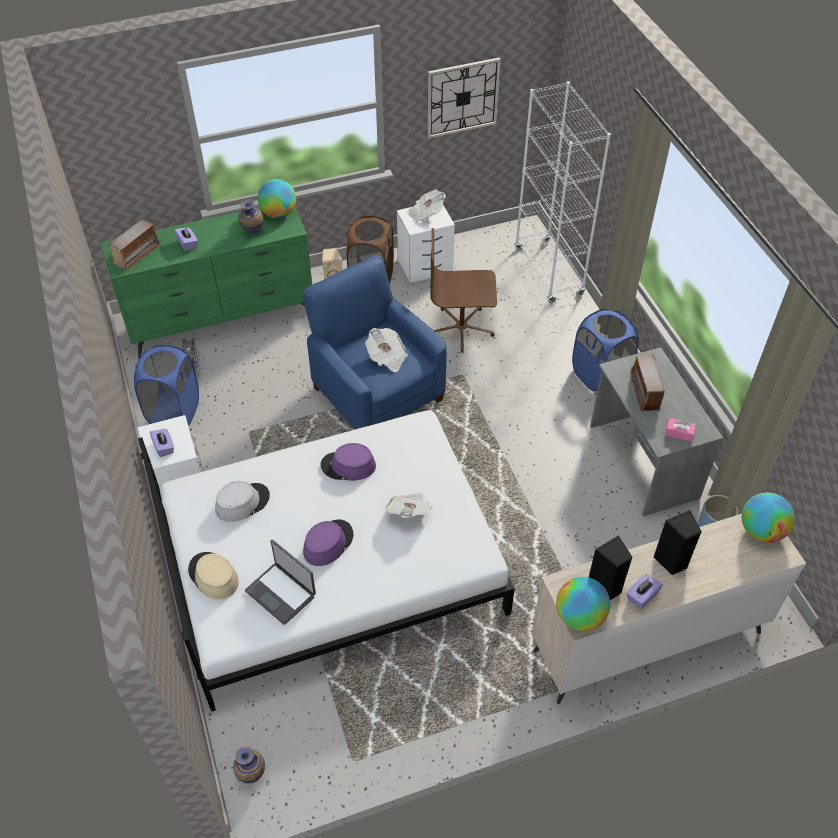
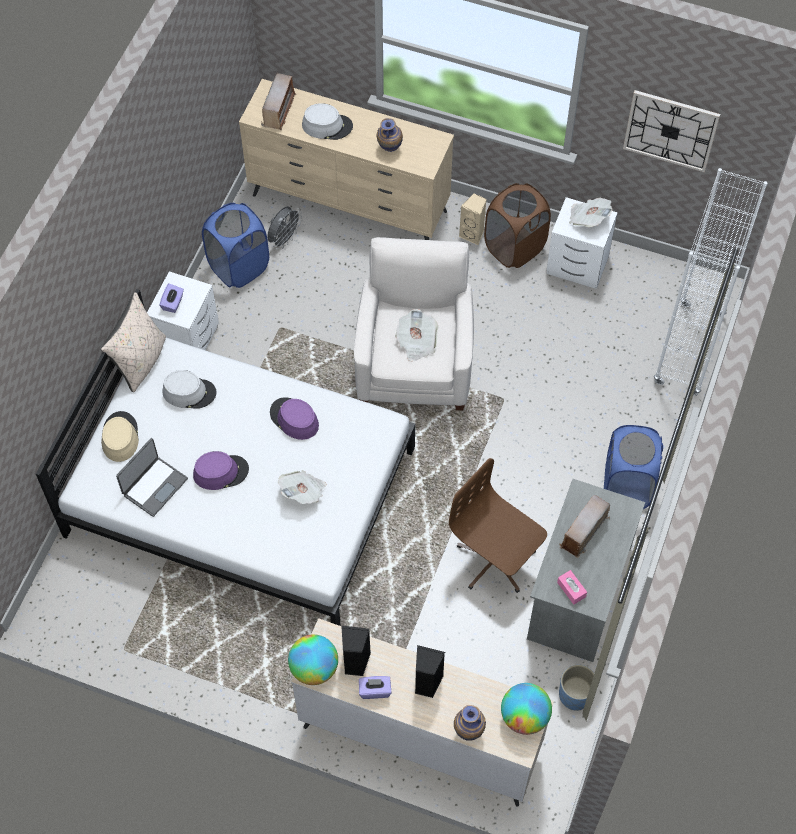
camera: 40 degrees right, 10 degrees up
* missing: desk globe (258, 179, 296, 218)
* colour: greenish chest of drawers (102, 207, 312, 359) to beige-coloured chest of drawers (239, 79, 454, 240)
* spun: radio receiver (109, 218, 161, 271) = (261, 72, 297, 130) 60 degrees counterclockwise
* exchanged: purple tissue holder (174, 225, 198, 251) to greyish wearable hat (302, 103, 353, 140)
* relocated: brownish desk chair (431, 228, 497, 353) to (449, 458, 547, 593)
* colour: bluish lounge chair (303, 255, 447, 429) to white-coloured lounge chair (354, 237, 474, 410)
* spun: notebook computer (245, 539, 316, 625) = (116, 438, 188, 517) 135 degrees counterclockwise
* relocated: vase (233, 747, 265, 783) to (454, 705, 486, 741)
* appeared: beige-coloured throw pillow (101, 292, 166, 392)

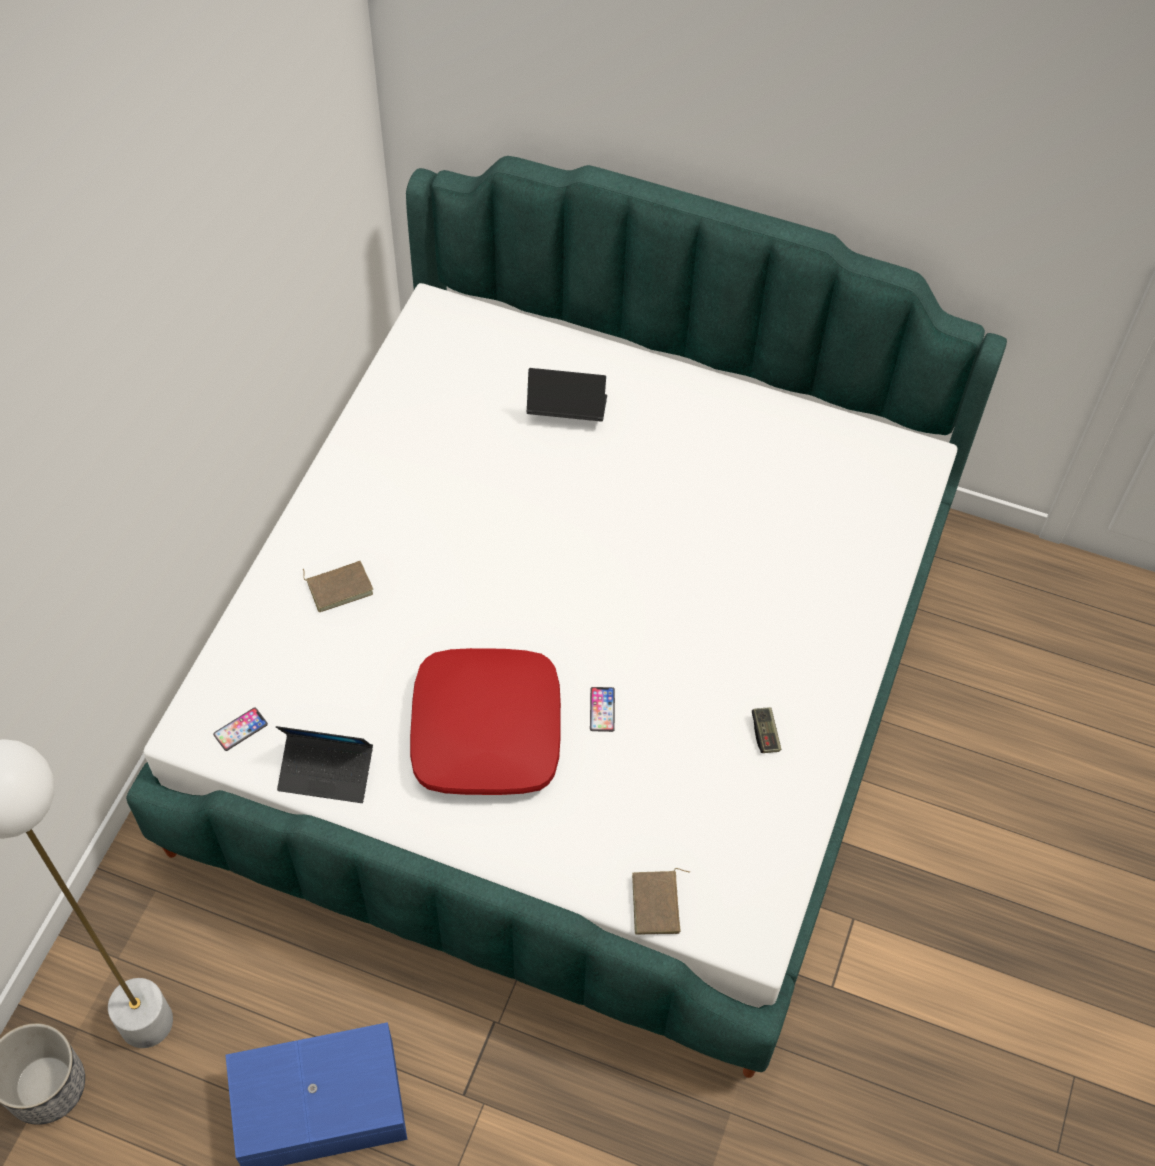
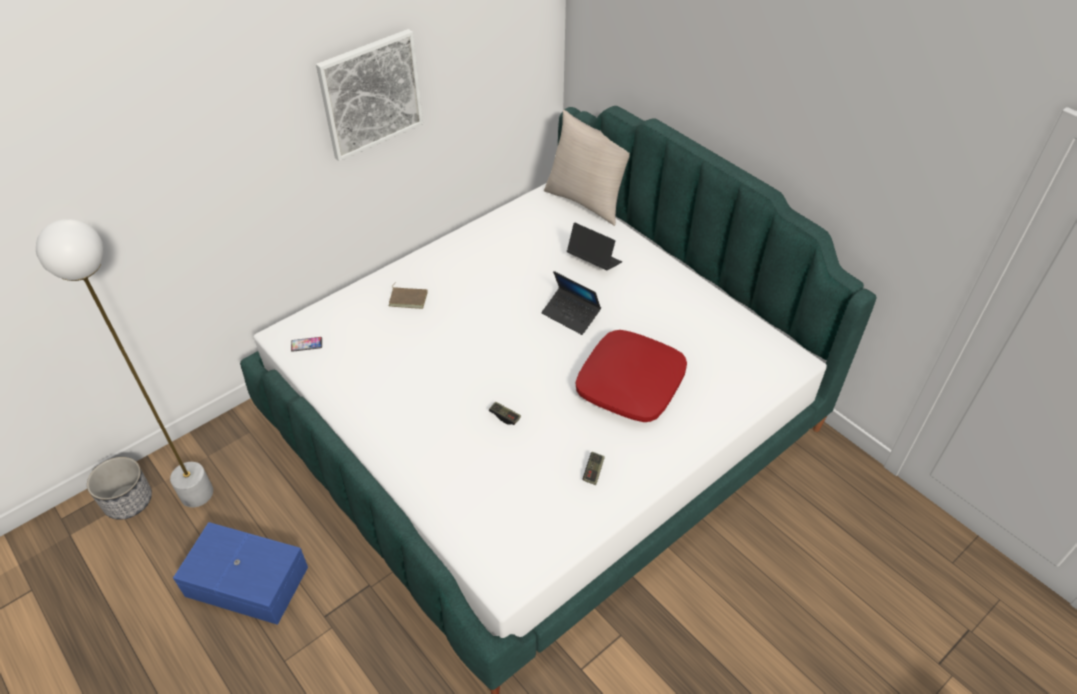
camera: 30 degrees right, 10 degrees down
* relocated: red throw pillow (410, 648, 561, 795) to (576, 330, 687, 422)
* exchanged: handset (590, 687, 615, 732) to joypad (489, 402, 521, 425)
* relocated: notebook computer (276, 726, 373, 803) to (541, 271, 601, 335)
* missing: brownish volume (632, 868, 690, 934)
* appeared: picture (316, 29, 423, 161)
* appeared: beige-coloured throw pillow (544, 110, 630, 226)

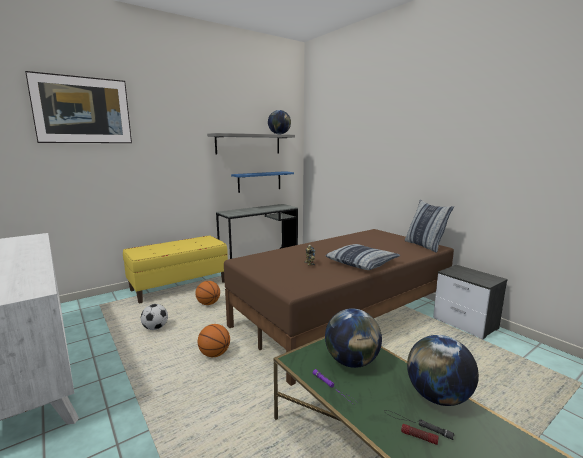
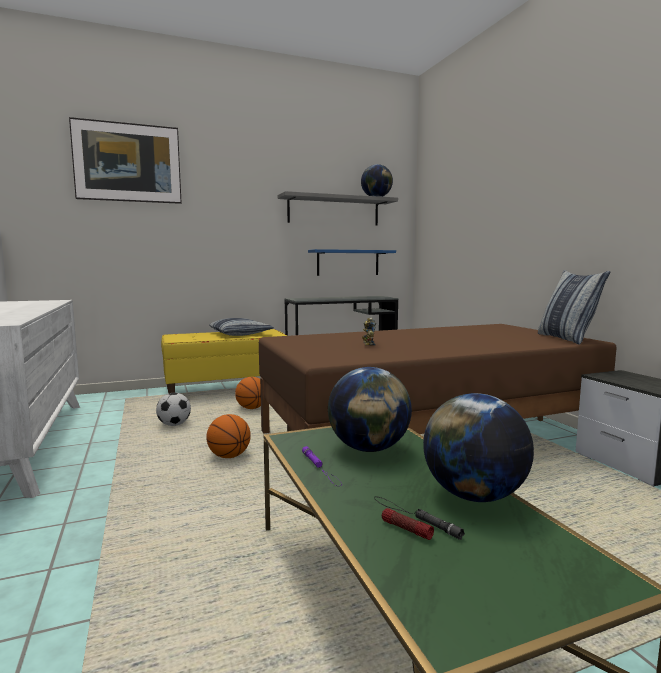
camera: 15 degrees right, 5 degrees down
* relocated: throw pillow (326, 244, 400, 270) to (209, 318, 274, 336)

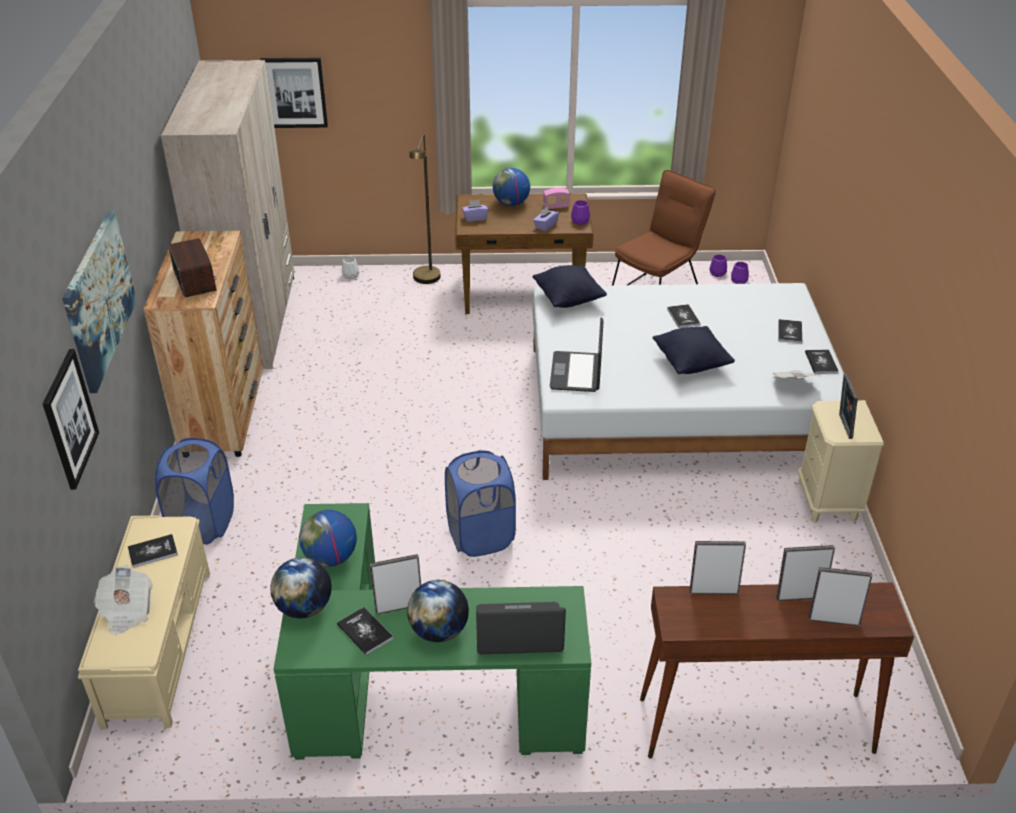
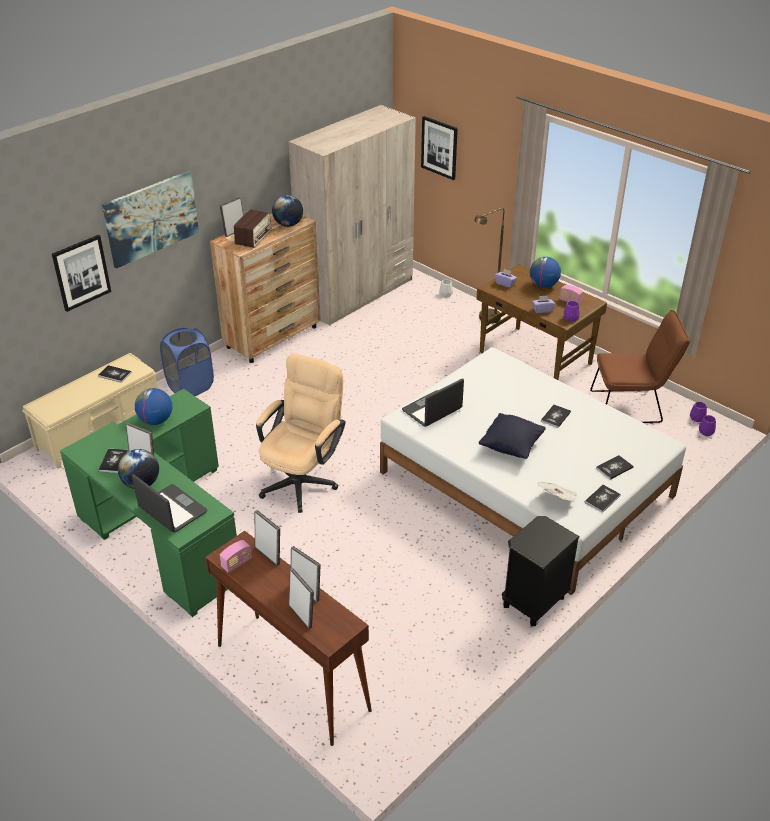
camera: 45 degrees right, 0 degrees up
* missing: blackish throw pillow (532, 265, 607, 308)
* relocated: standing frame (839, 374, 858, 439) to (220, 197, 244, 237)
* colour: beige-coloured nightstand (797, 400, 884, 523) to blackish nightstand (502, 516, 580, 626)
* exchanged: bluish laundry basket (445, 450, 516, 557) to beige-coloured desk chair (256, 353, 346, 513)
* relocated: desk globe (270, 557, 332, 618) to (272, 195, 303, 227)
* missing: daily paper (94, 566, 153, 635)
* appeared: radio receiver (220, 540, 252, 573)

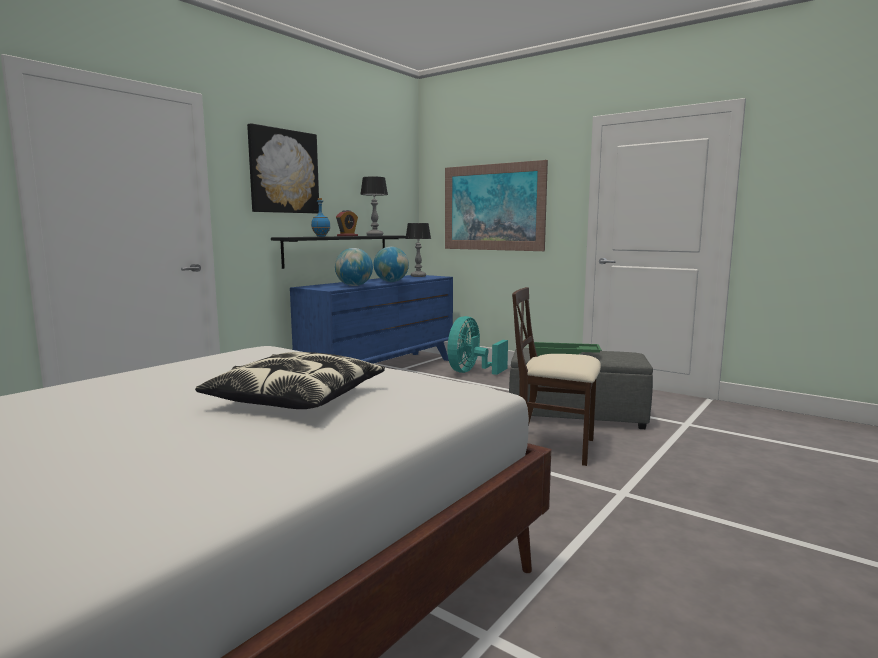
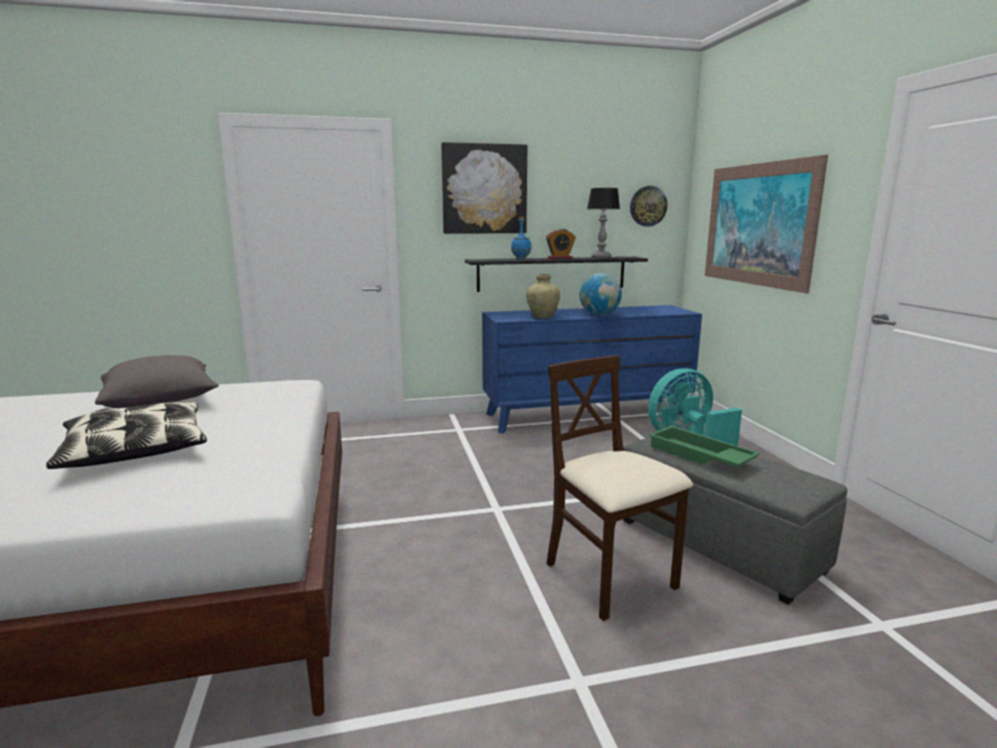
camera: 40 degrees right, 5 degrees up
* missing: table lamp (405, 223, 431, 277)
* exchanged: desk globe (335, 248, 373, 286) to beige-coloured vase (526, 274, 560, 319)
* appeared: hanging clock (630, 186, 667, 227)
* appeared: greyish throw pillow (95, 355, 219, 408)

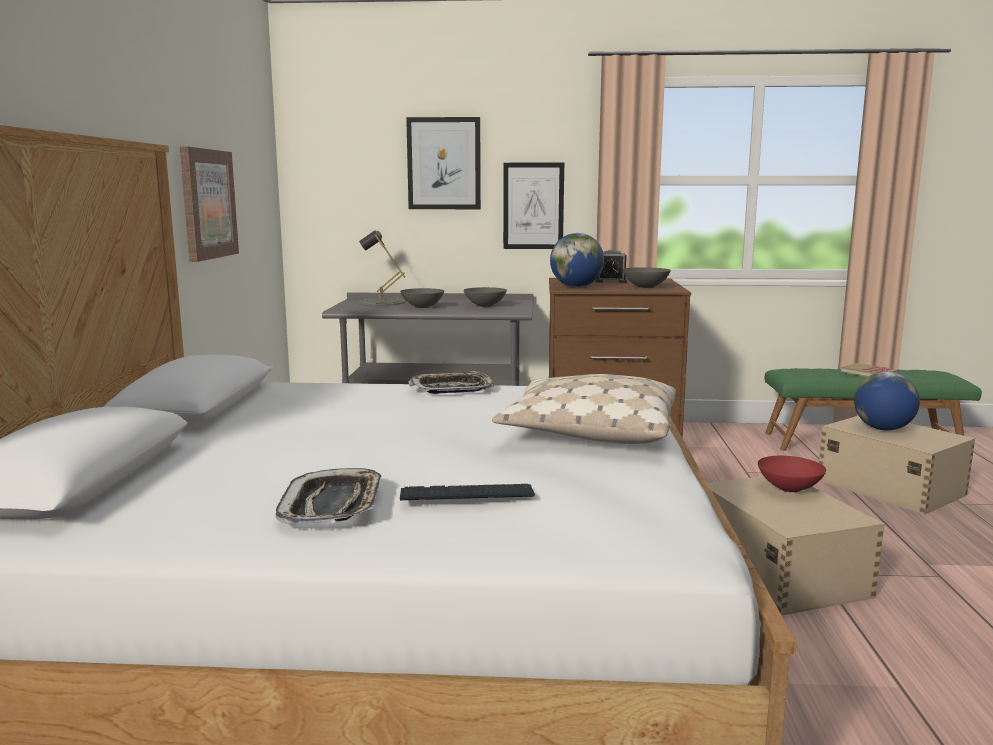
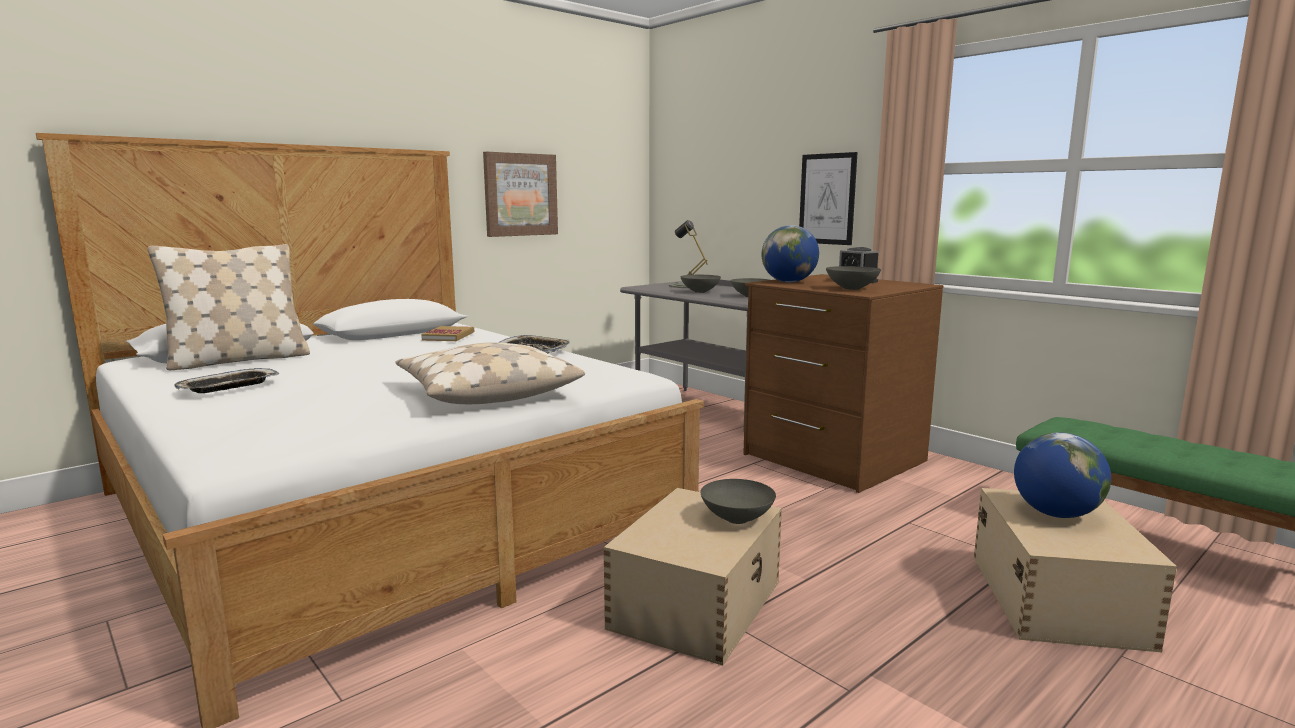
camera: 45 degrees right, 0 degrees up
* missing: picture (406, 117, 481, 209)
* relocated: volume (841, 363, 899, 377) to (421, 326, 474, 341)
* colour: red deep dish (758, 456, 826, 493) to greyish deep dish (700, 479, 776, 524)
* missing: computer keyboard (400, 484, 535, 500)
* appeared: beige-coloured throw pillow (148, 244, 310, 370)

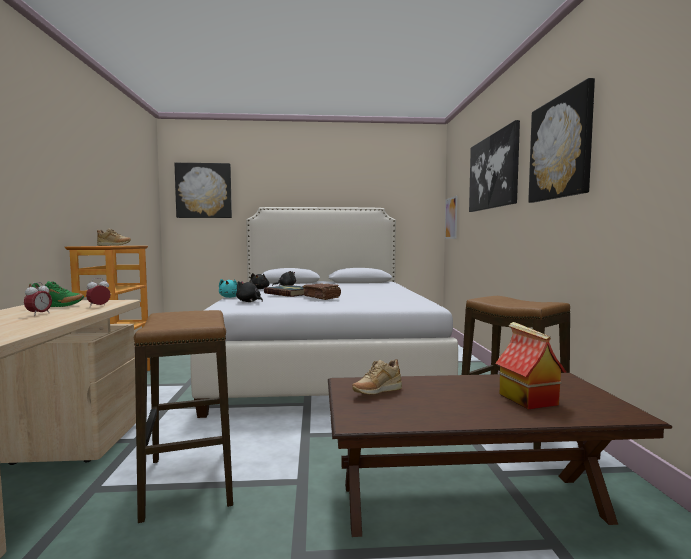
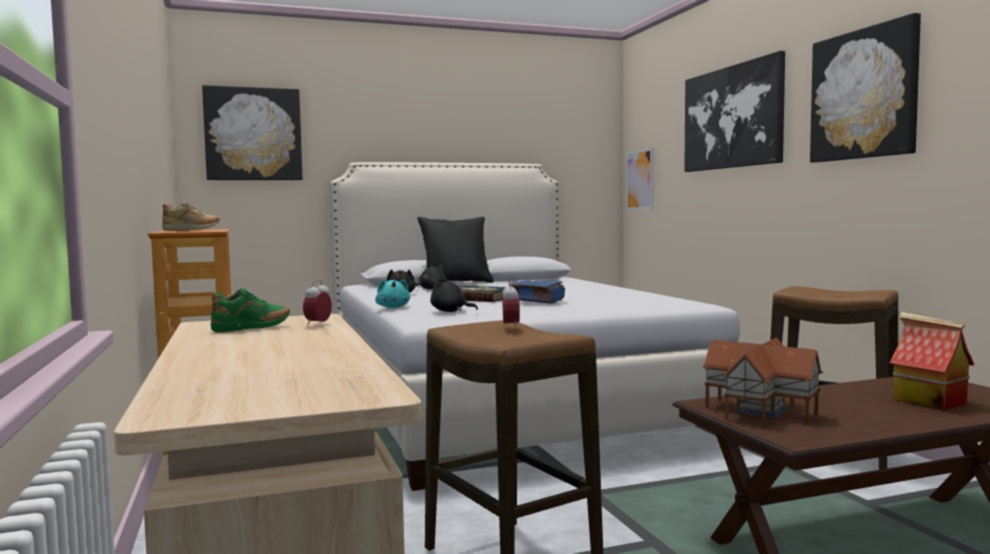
camera: 15 degrees left, 0 degrees up
* relocated: alarm clock (24, 282, 52, 316) to (502, 281, 520, 329)
* colour: brownish volume (303, 284, 341, 300) to bluish volume (511, 280, 565, 304)
* exchanged: beige-coloured item of footwear (352, 359, 402, 395) to toy house (703, 337, 823, 426)
* appeared: blackish throw pillow (417, 217, 494, 283)

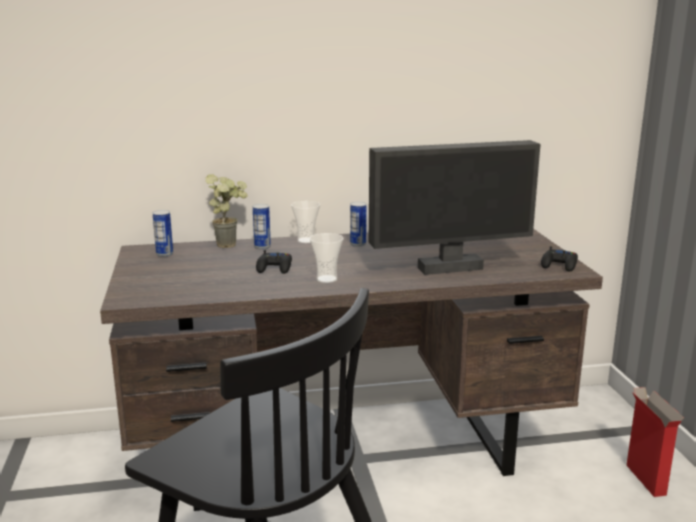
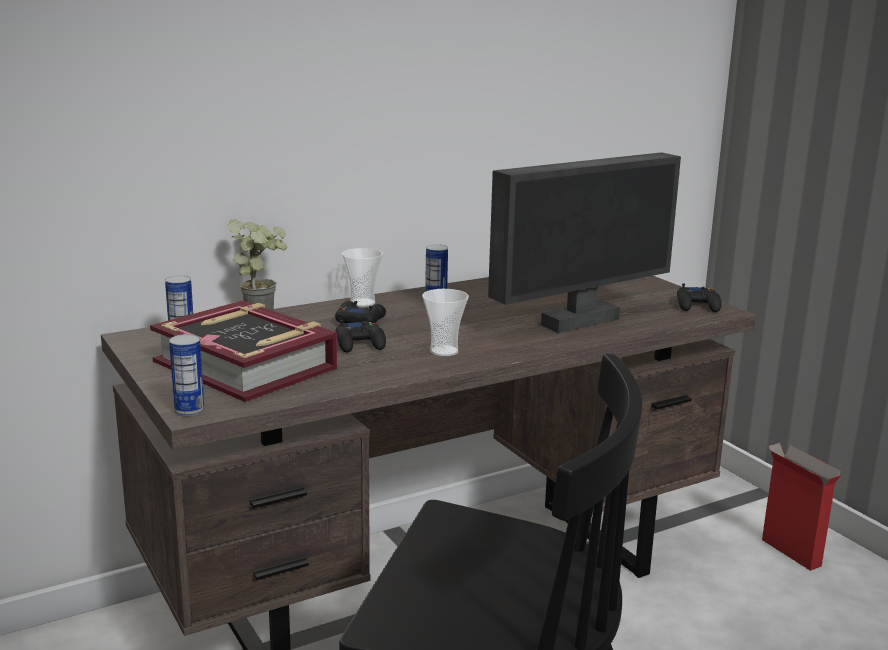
camera: 20 degrees left, 0 degrees up
* relocated: metal can (253, 204, 271, 250) to (169, 334, 204, 417)
* appeared: volume (150, 300, 337, 402)
* appeared: blackish joypad (335, 301, 386, 324)

